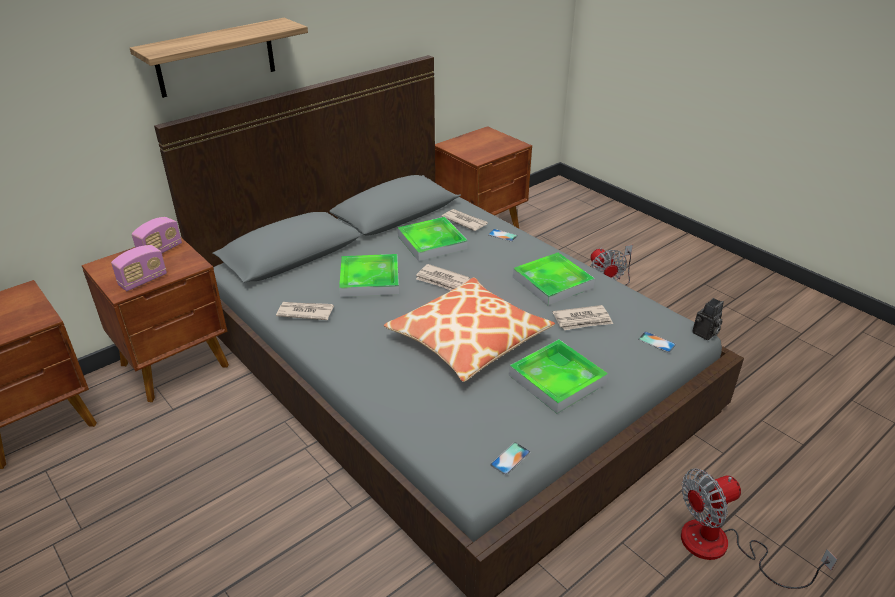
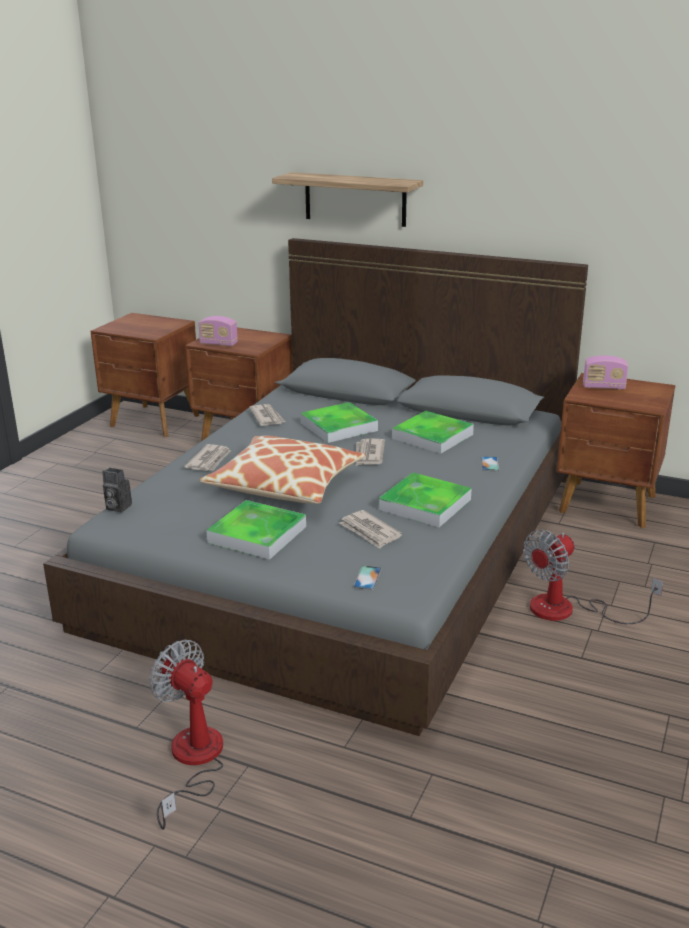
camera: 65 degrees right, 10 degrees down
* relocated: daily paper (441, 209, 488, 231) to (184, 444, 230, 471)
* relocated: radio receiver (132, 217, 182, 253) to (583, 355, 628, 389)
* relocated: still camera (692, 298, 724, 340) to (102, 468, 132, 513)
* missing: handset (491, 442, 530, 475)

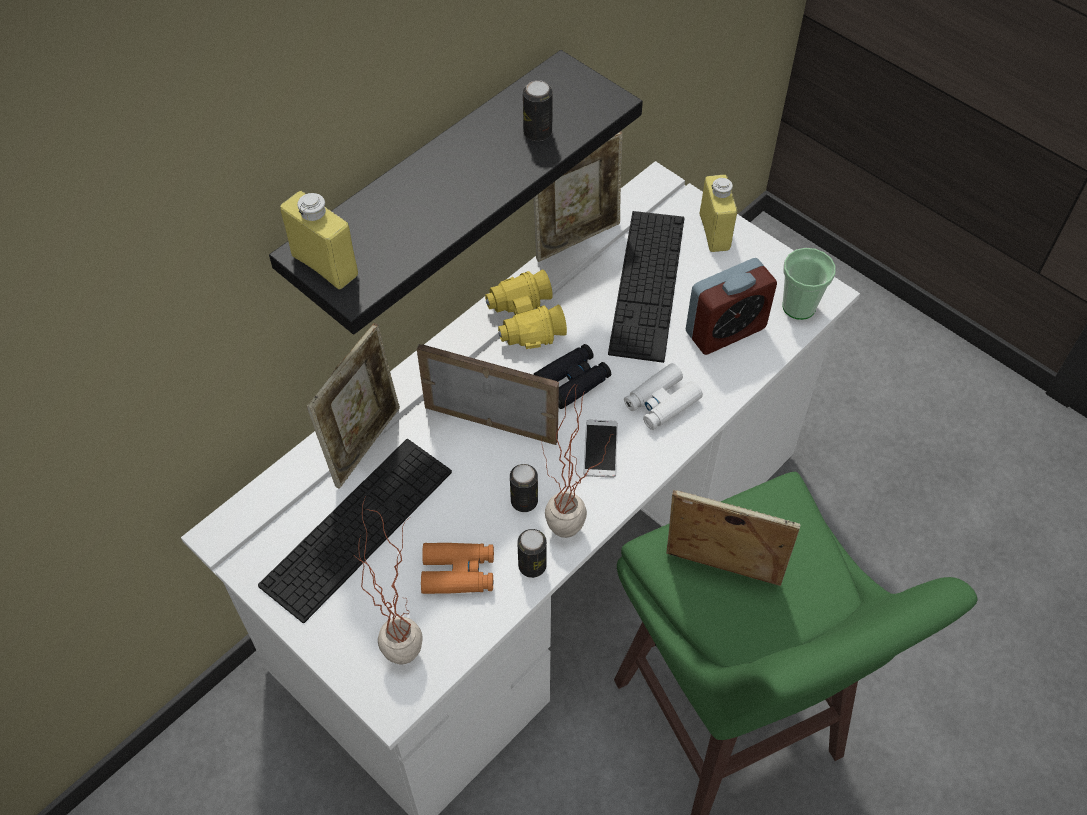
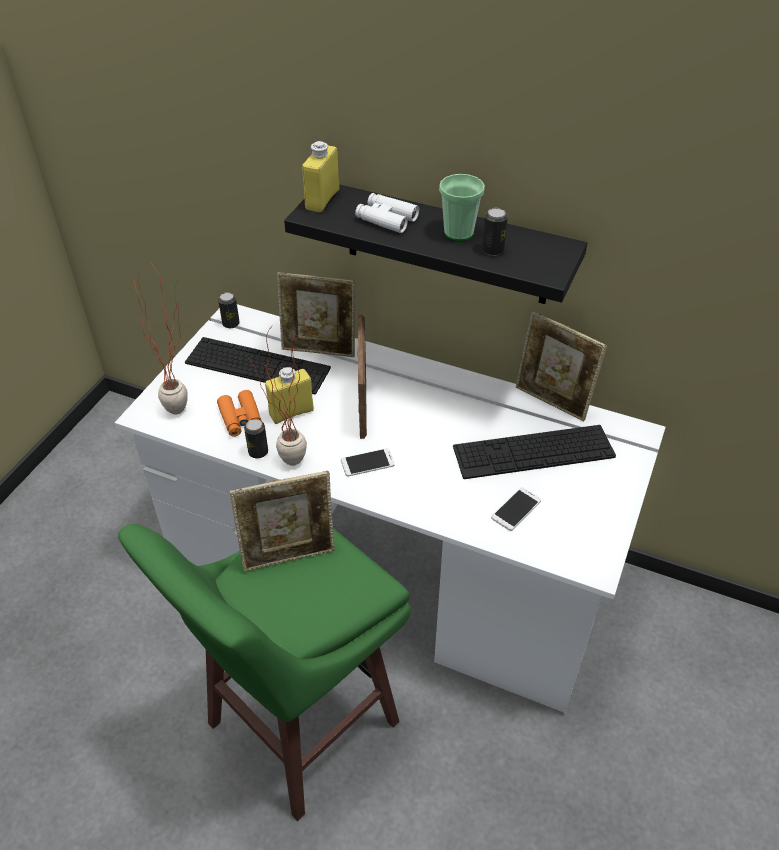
camera: 70 degrees right, 10 degrees down
* relocated: yellow drink bottle (700, 175, 737, 252) to (265, 367, 314, 424)
* relocated: cup (782, 248, 836, 320) to (439, 174, 485, 241)
* exchanged: alarm clock (686, 258, 777, 355) to handset (491, 487, 541, 531)
* missing: yellow field glasses (485, 270, 567, 349)
* missing: blackish field glasses (533, 344, 611, 409)
* relocated: white-coloured field glasses (624, 363, 703, 430) to (355, 193, 419, 233)
* relocated: metal can (510, 464, 538, 512) to (218, 292, 240, 328)
* spun: standing frame (666, 490, 801, 586) = (230, 471, 335, 571) 75 degrees clockwise

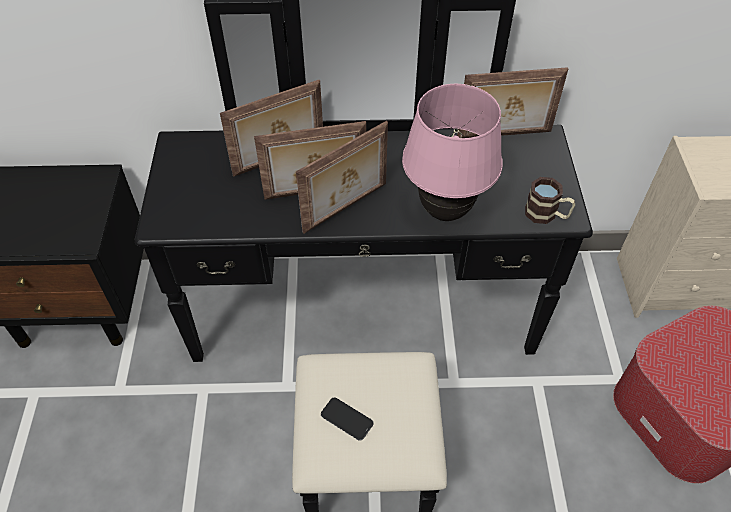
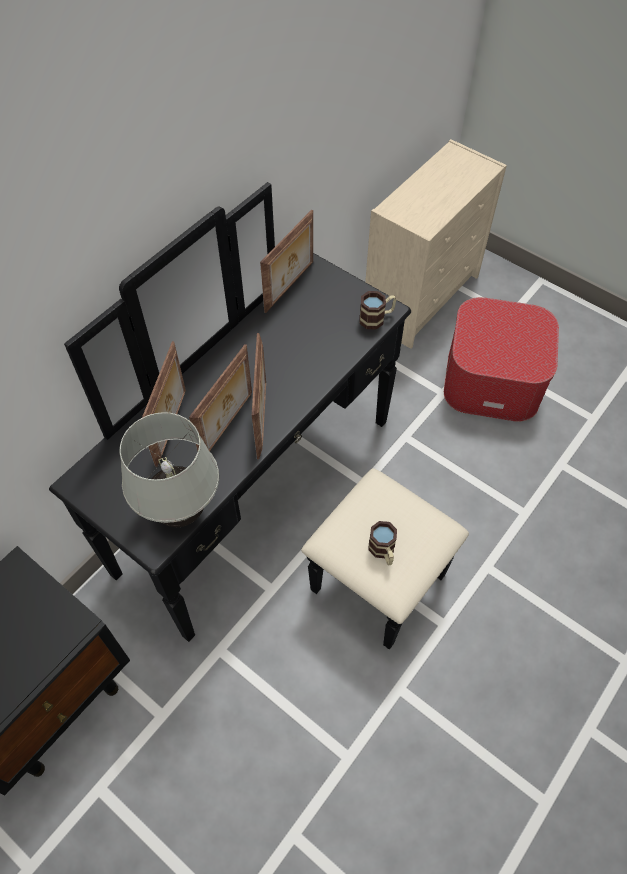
camera: 50 degrees left, 5 degrees up
* missing: pinkish table lamp (402, 84, 503, 221)
* exchanged: handset (321, 397, 374, 441) to coffee mug (368, 521, 397, 565)
* appeared: white-coloured table lamp (119, 412, 219, 527)

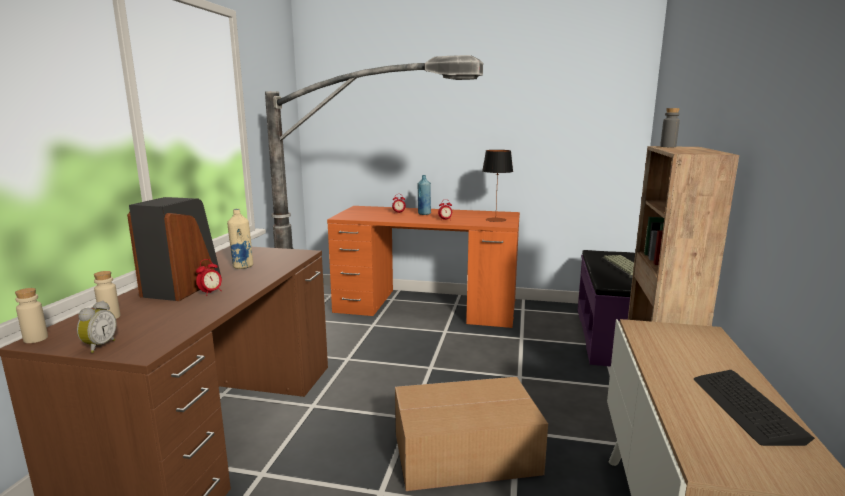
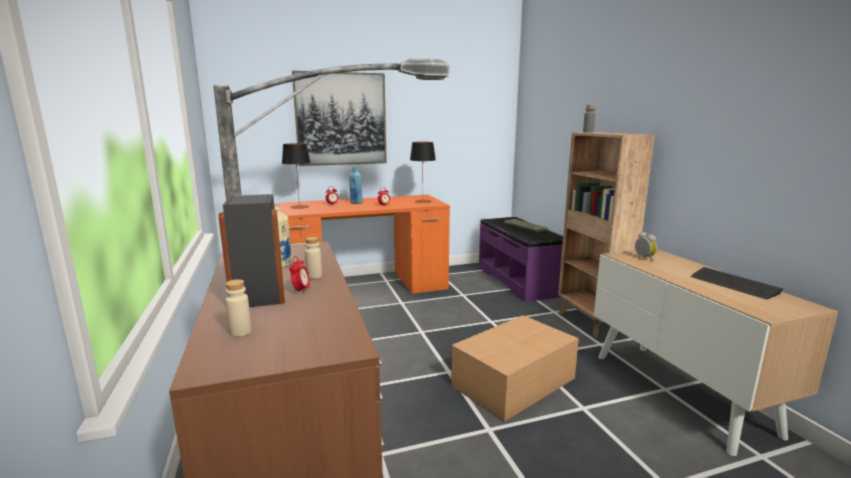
camera: 30 degrees left, 0 degrees up
* relocated: beige-coloured drink bottle (15, 288, 48, 343) to (305, 237, 322, 279)
* relocated: alarm clock (77, 301, 117, 353) to (635, 232, 657, 261)
* appeared: picture (292, 71, 387, 166)
* appeared: table lamp (282, 143, 311, 209)

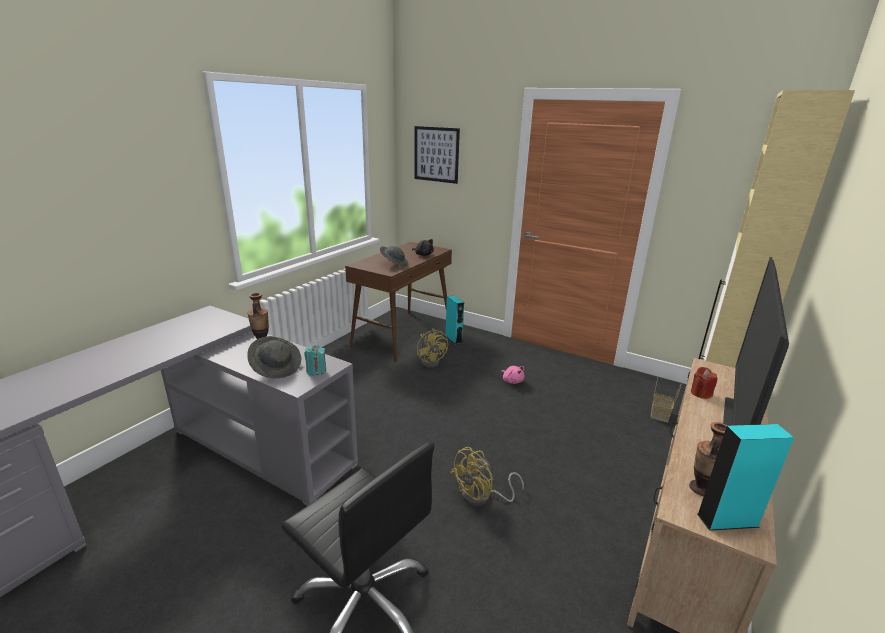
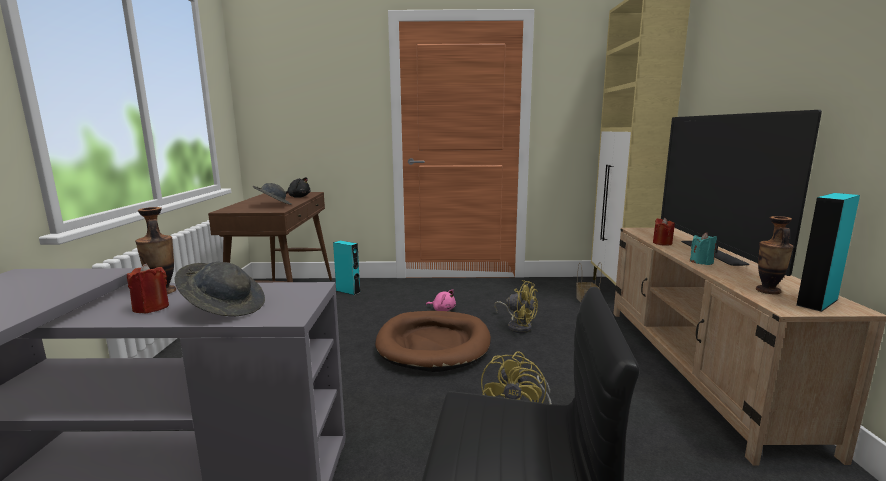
camera: 30 degrees left, 10 degrees down
* missing: picture (414, 126, 460, 184)
* relocated: yellow cooling fan (417, 328, 448, 368) to (494, 280, 538, 333)
* relocated: turquoise wax light (304, 345, 326, 375) to (690, 233, 717, 265)
* appeared: red wax light (127, 263, 169, 314)
* appeared: brownish dog cushion (375, 311, 491, 372)

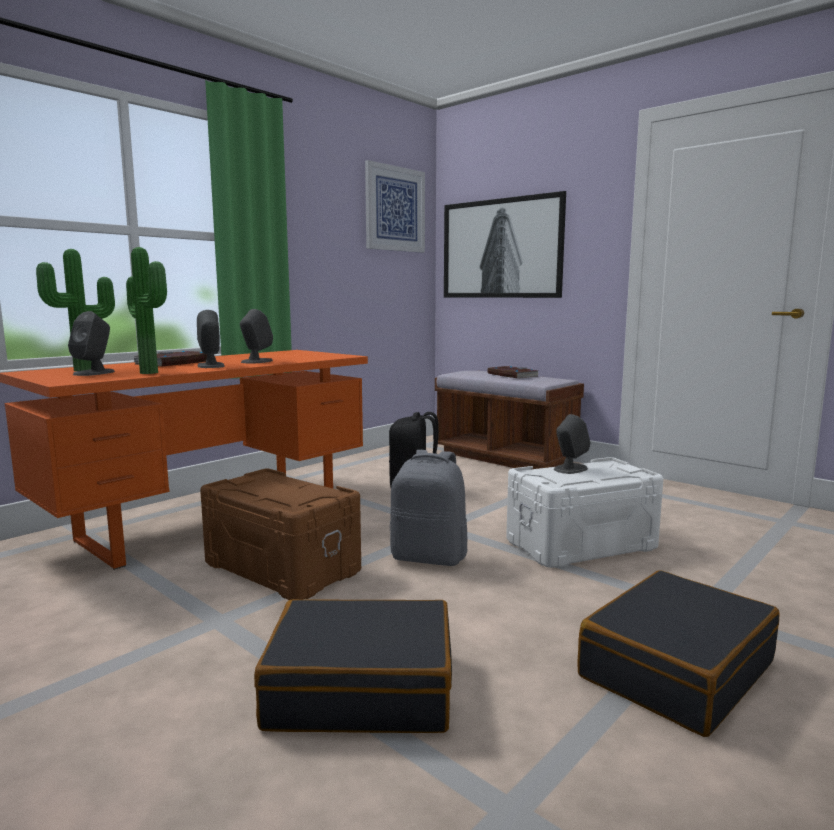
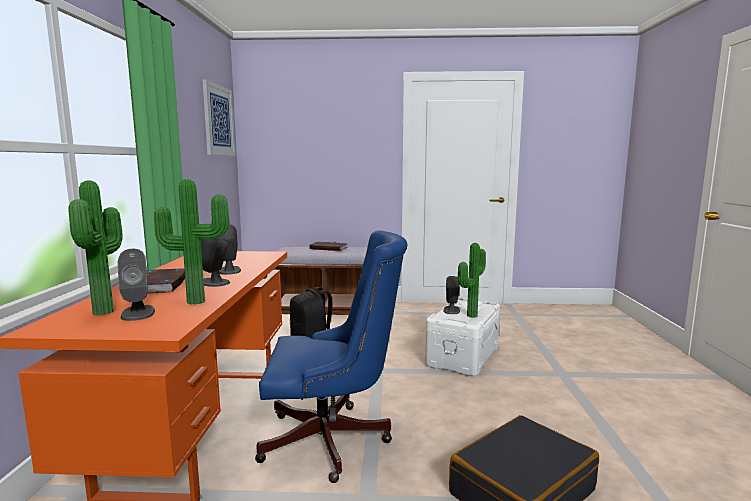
camera: 40 degrees left, 0 degrees up
* missing: picture (444, 191, 566, 298)
* missing: greyish backpack (390, 450, 468, 566)
* exchanged: brownish storage box (200, 468, 361, 600) to bluish desk chair (255, 230, 408, 483)
* missing: blackish piece of luggage (578, 570, 780, 737)
* appeared: potted plant (458, 243, 486, 318)

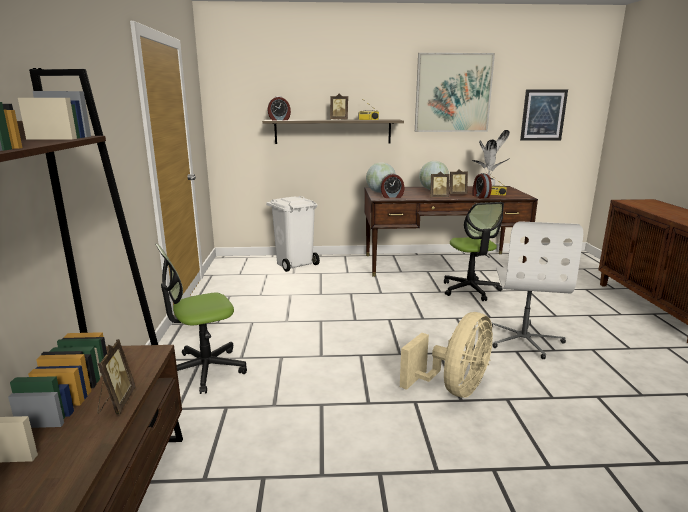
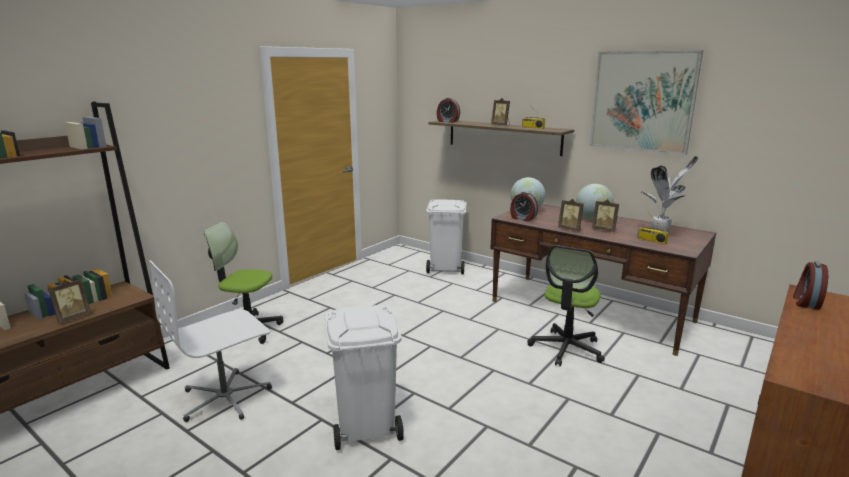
camera: 40 degrees right, 0 degrees up
* missing: picture (520, 90, 568, 141)
* relocated: alarm clock (472, 173, 492, 198) to (793, 261, 828, 310)
* relocated: white-coloured desk chair (491, 221, 583, 359) to (149, 260, 272, 422)
* exchanged: beige-coloured cooling fan (400, 312, 493, 398) to white-coloured waste bin (324, 305, 404, 450)

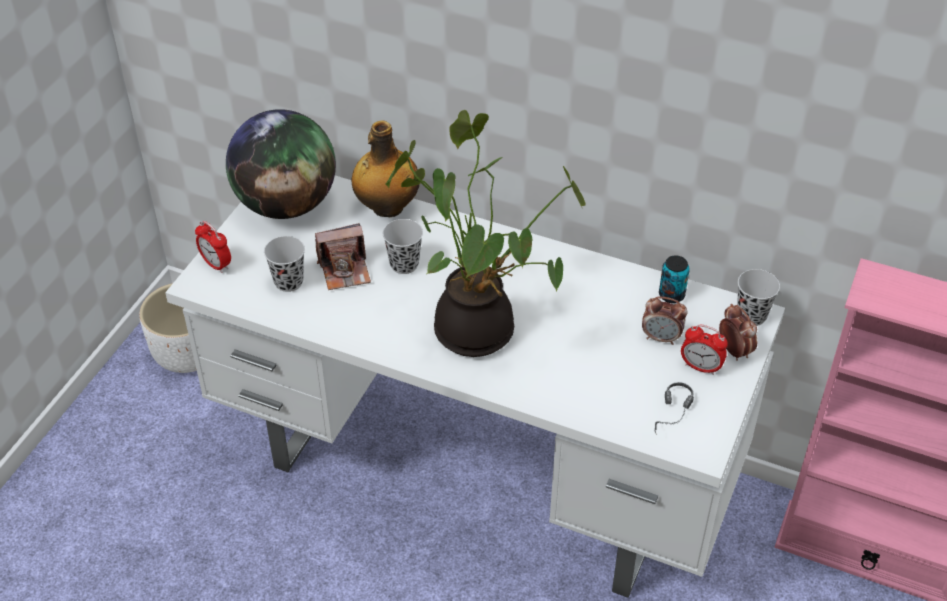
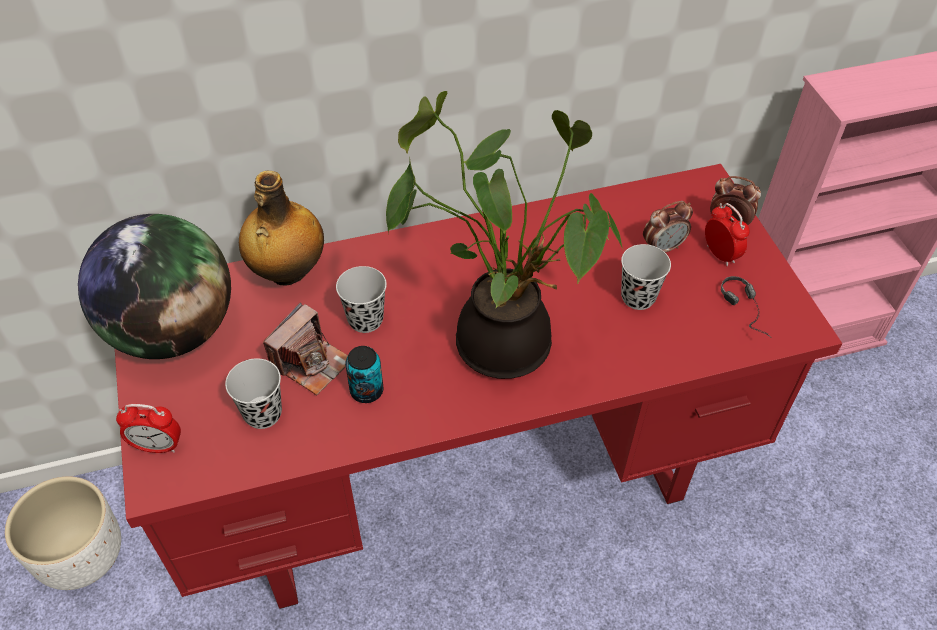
camera: 40 degrees left, 5 degrees up
* colour: white-coloured desk table (165, 176, 785, 598) to red desk table (115, 164, 842, 609)
* relocated: metal can (659, 255, 690, 303) to (345, 346, 383, 403)
* relocated: blackish cup (737, 269, 780, 326) to (621, 244, 671, 310)
* spun: alarm clock (681, 325, 728, 375) = (705, 203, 749, 266) 105 degrees counterclockwise

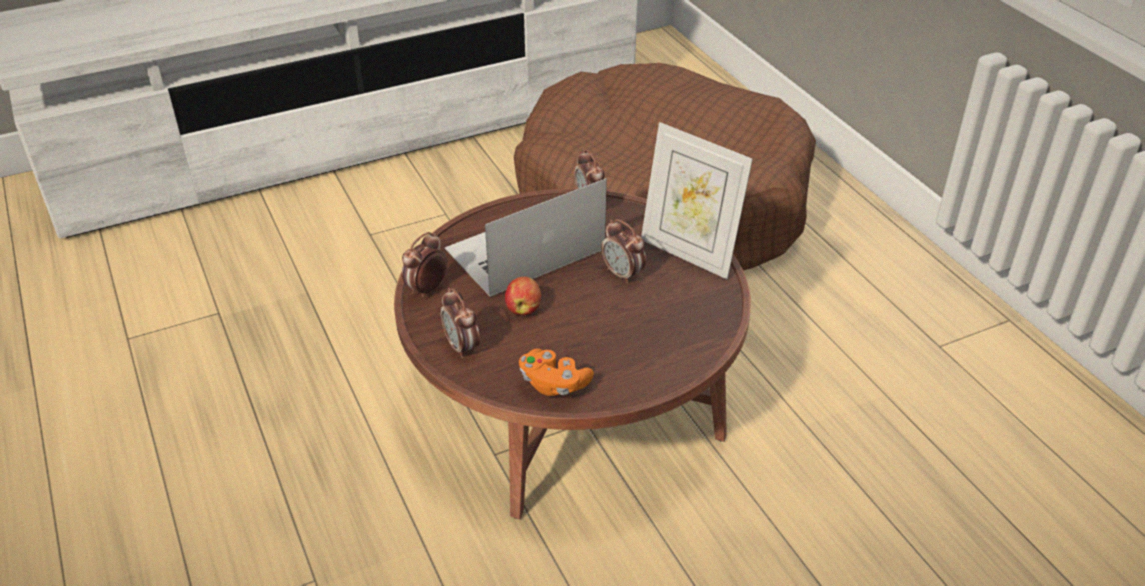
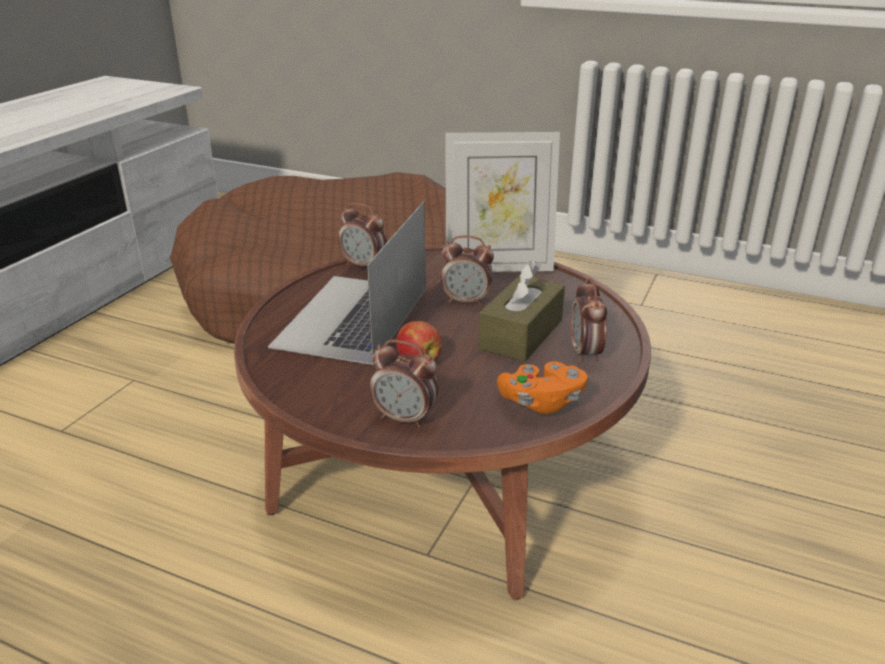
camera: 40 degrees left, 10 degrees down
* relocated: alarm clock (402, 232, 448, 297) to (570, 278, 607, 363)
* appeared: brownish tissue holder (478, 261, 565, 362)

